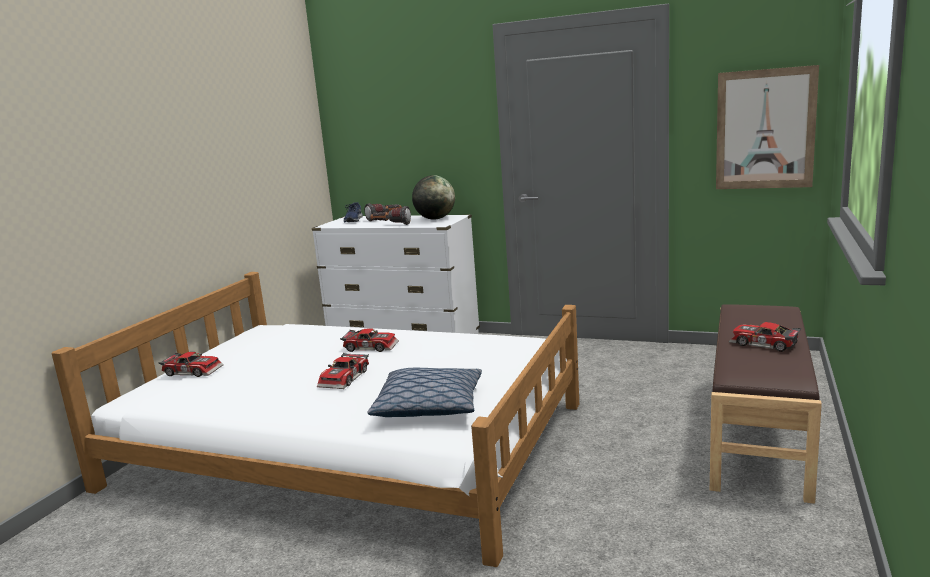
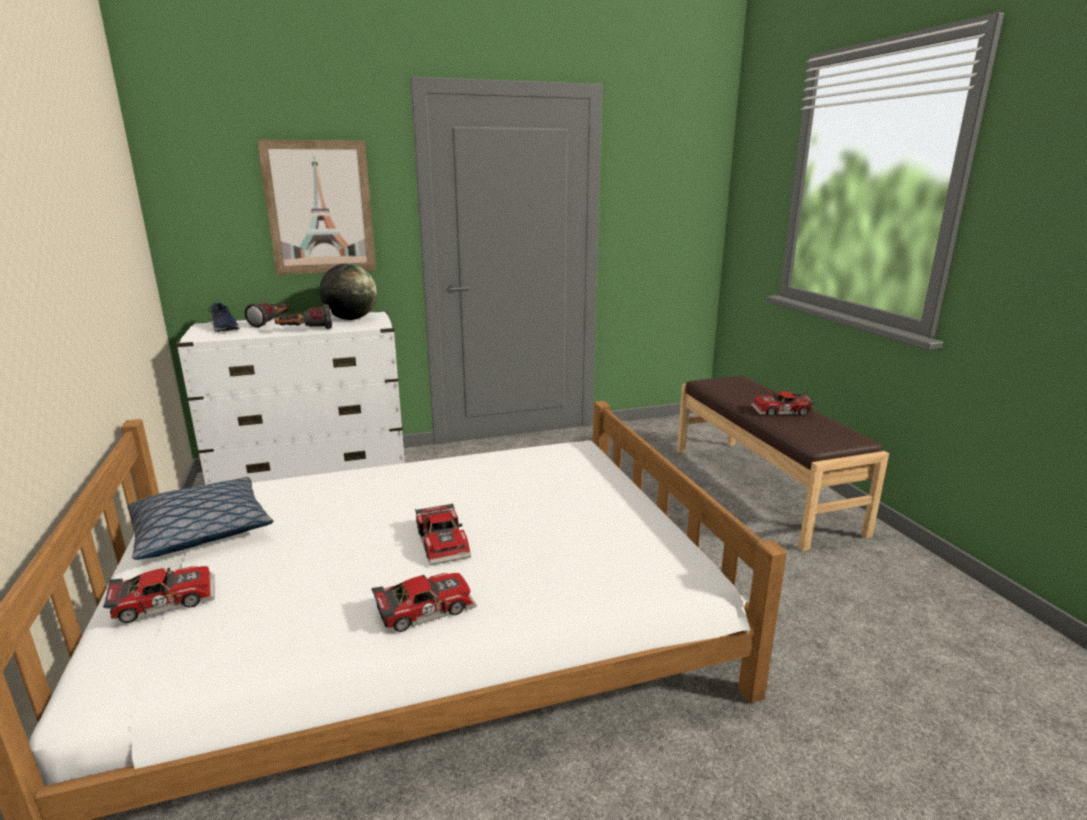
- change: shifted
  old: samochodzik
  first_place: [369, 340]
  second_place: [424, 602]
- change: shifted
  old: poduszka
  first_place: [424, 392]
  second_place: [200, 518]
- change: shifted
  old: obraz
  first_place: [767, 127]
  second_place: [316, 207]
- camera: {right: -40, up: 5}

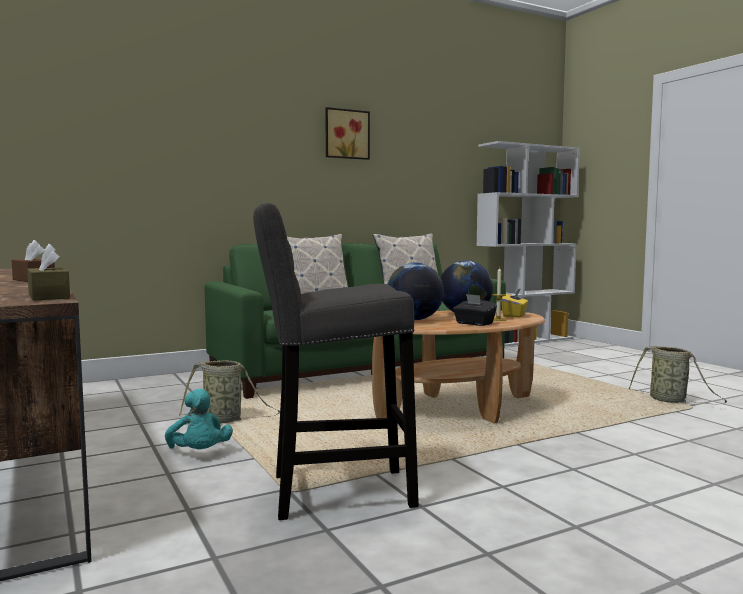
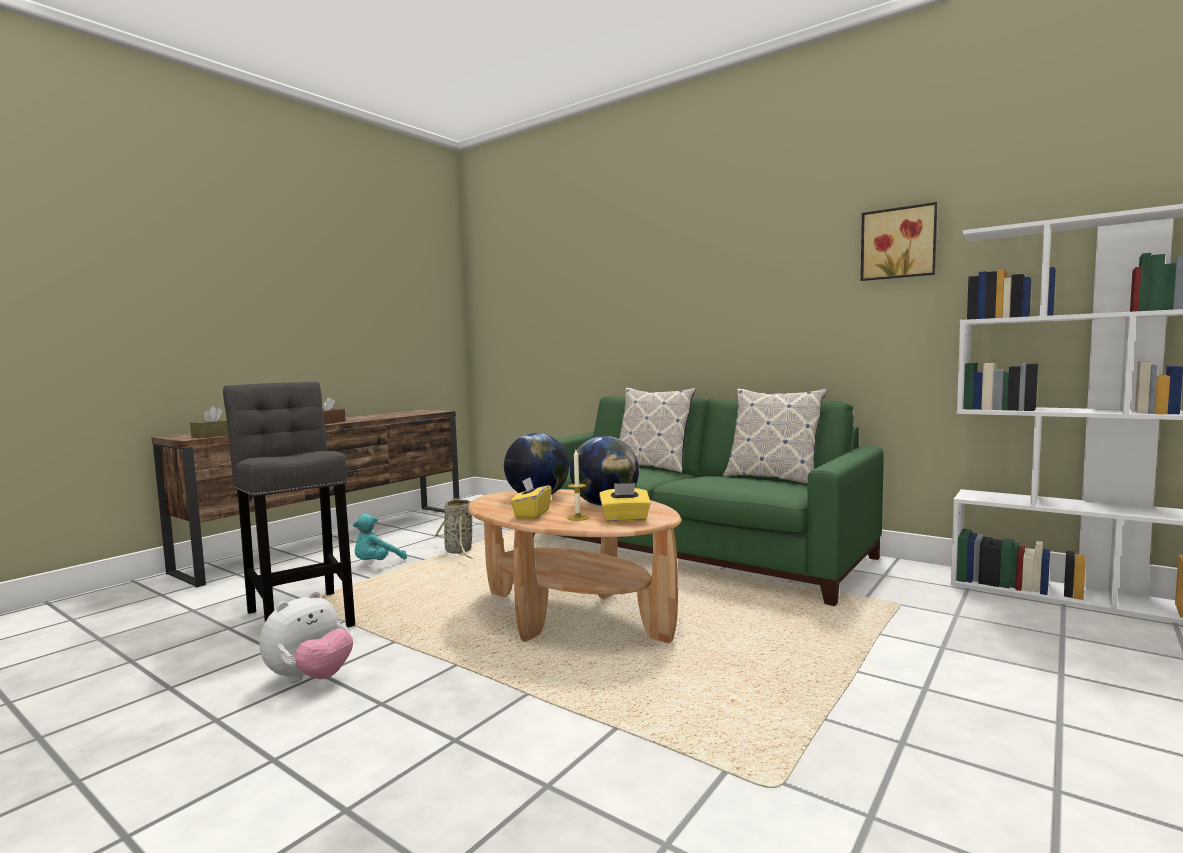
- change: shifted
  old: obraz
  first_place: [347, 133]
  second_place: [899, 241]
- change: repainted
  old: pudełko chusteczek (czarny)
  new: pudełko chusteczek (żółty)
  first_place: [475, 310]
  second_place: [531, 498]
- change: gone
  old: koszyk
  first_place: [678, 375]
- change: new
  new: pluszak
  second_place: [306, 637]
- camera: {right: 65, up: 0}

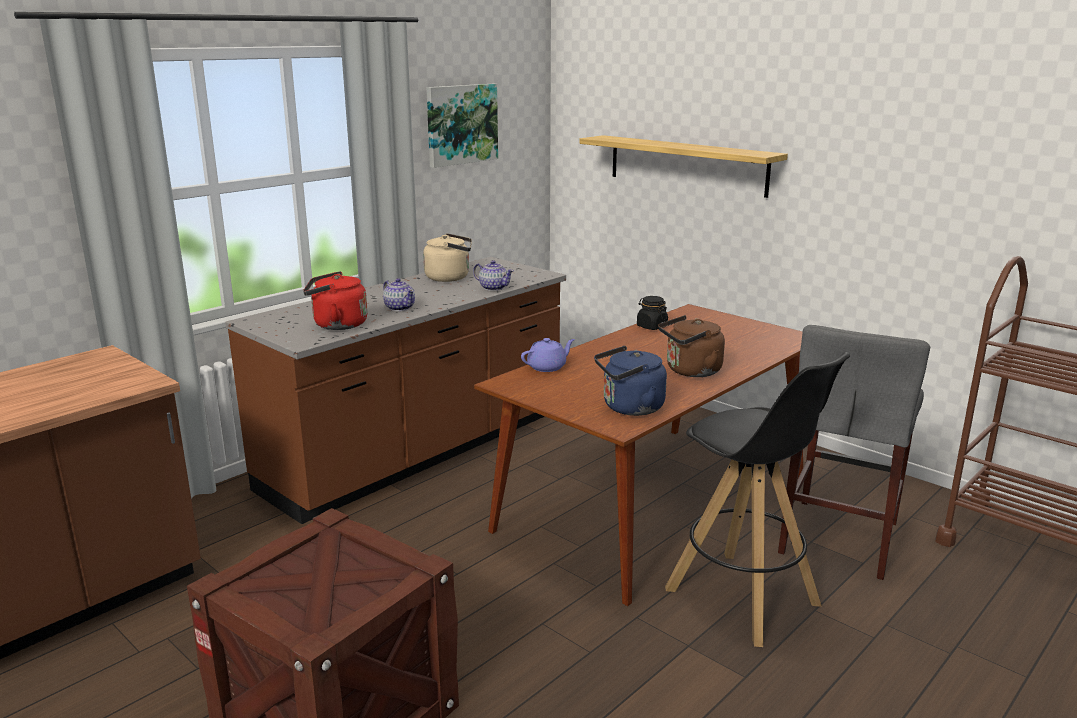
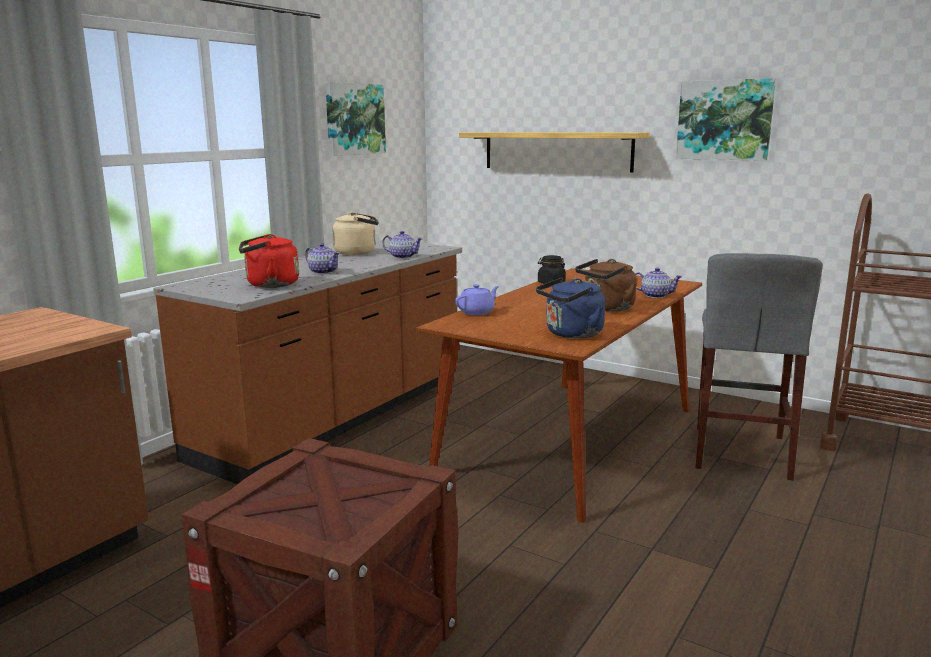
- change: gone
  old: stołek (czarny)
  first_place: [757, 499]
- change: new
  new: imbryk
  second_place: [659, 283]
- change: new
  new: obraz
  second_place: [726, 119]
- camera: {right: -10, up: -5}

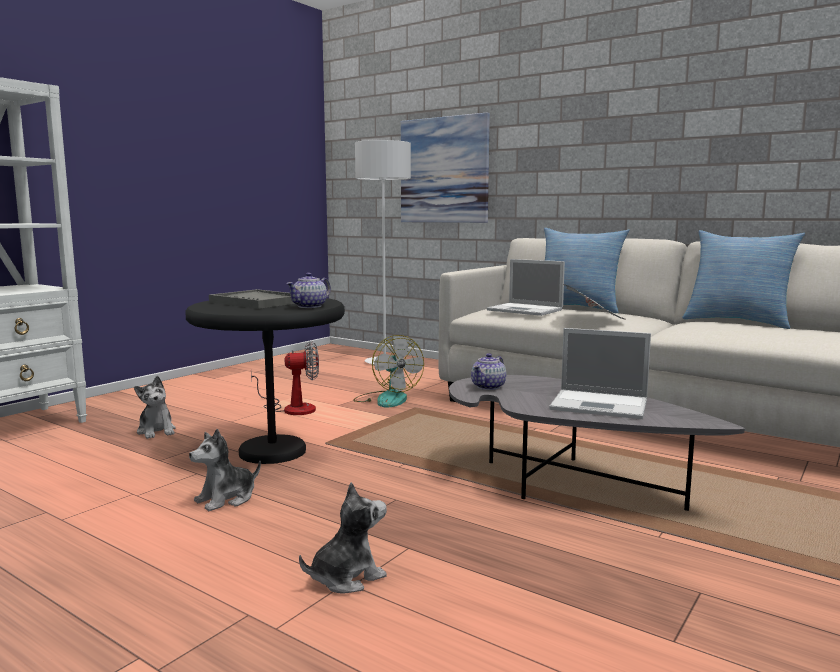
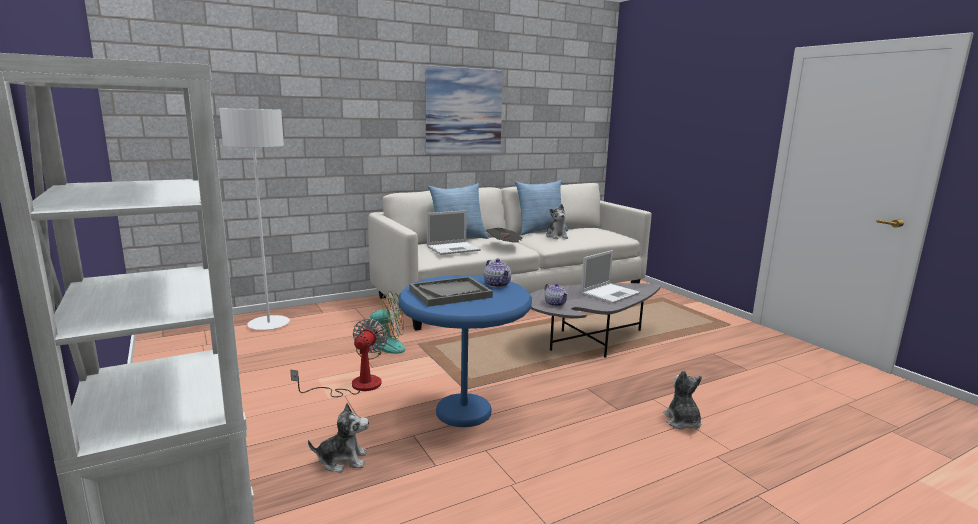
- change: repainted
  old: stolik (czarny)
  new: stolik (niebieski)
  first_place: [265, 381]
  second_place: [465, 351]
- change: shifted
  old: pluszak
  first_place: [225, 470]
  second_place: [557, 221]
- change: shifted
  old: obraz
  first_place: [445, 167]
  second_place: [464, 110]
- camera: {right: -65, up: 5}

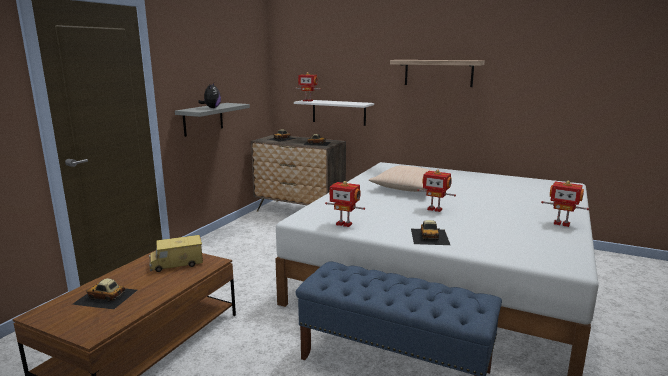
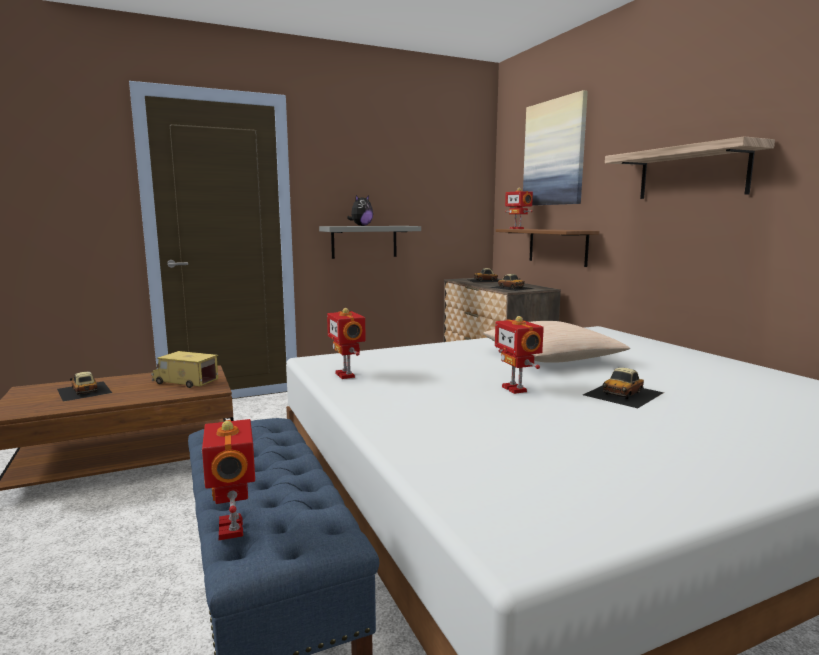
- change: repainted
  old: półka (biały)
  new: półka (brązowy)
  first_place: [334, 113]
  second_place: [547, 248]
- change: shifted
  old: samochodzik
  first_place: [430, 232]
  second_place: [623, 388]
- change: shifted
  old: robot zabawkowy
  first_place: [565, 204]
  second_place: [228, 479]
- change: new
  new: obraz
  second_place: [555, 147]
- camera: {right: 40, up: -5}

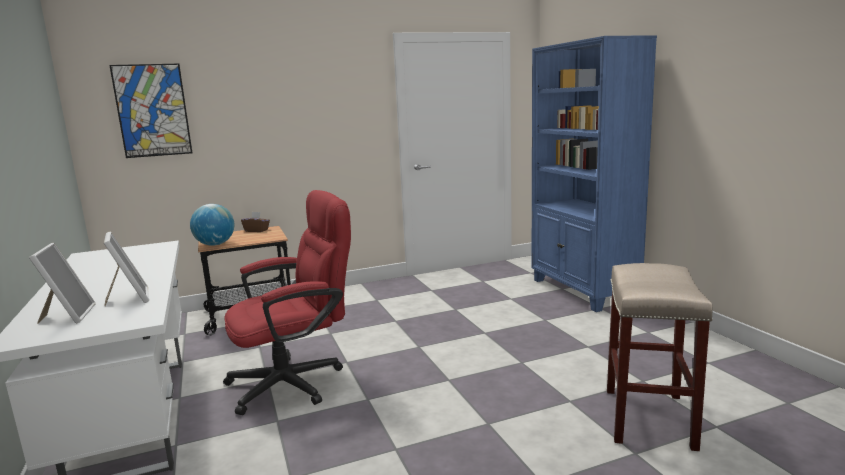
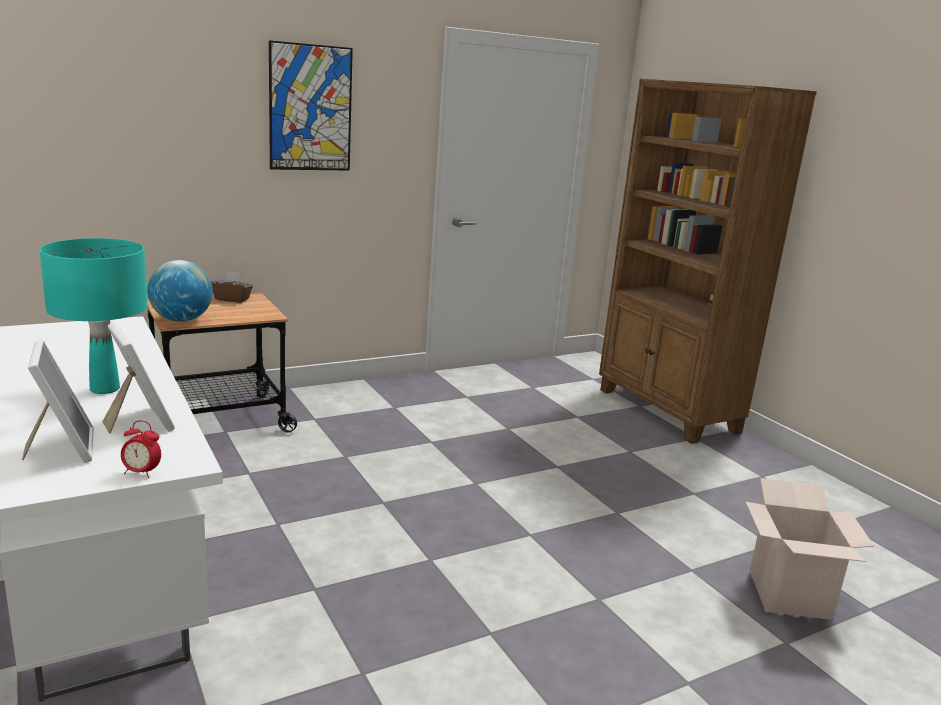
- change: shifted
  old: obraz
  first_place: [150, 111]
  second_place: [311, 105]
- change: gone
  old: krzesło biurowe (czerwony)
  first_place: [287, 302]
- change: repainted
  old: regał (niebieski)
  new: regał (brązowy)
  first_place: [594, 173]
  second_place: [708, 261]
- change: swapped
  old: stołek (beżowy)
  new: karton
  first_place: [660, 357]
  second_place: [809, 549]
- change: new
  new: lampa stołowa (turkusowy)
  second_place: [93, 316]
- change: new
  new: budzik
  second_place: [141, 449]
- camera: {right: -10, up: 5}

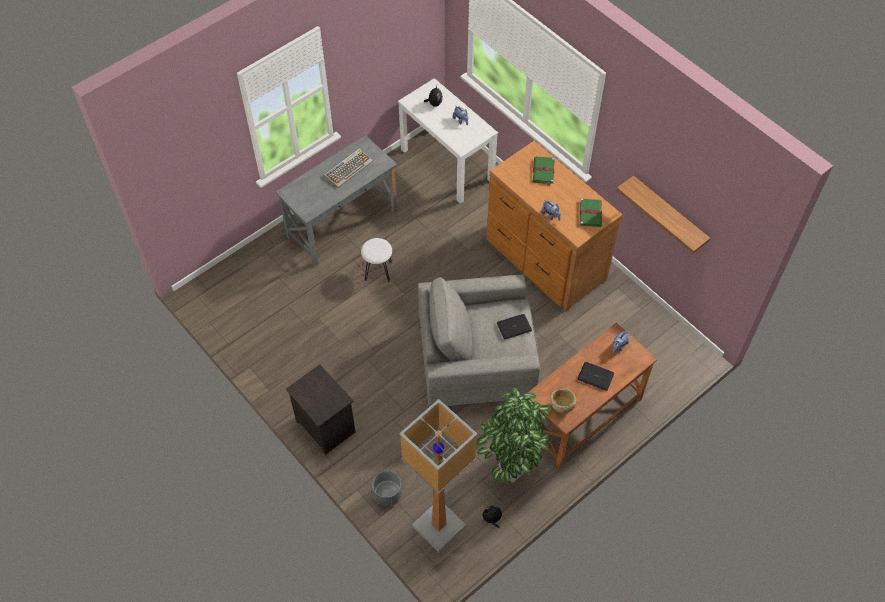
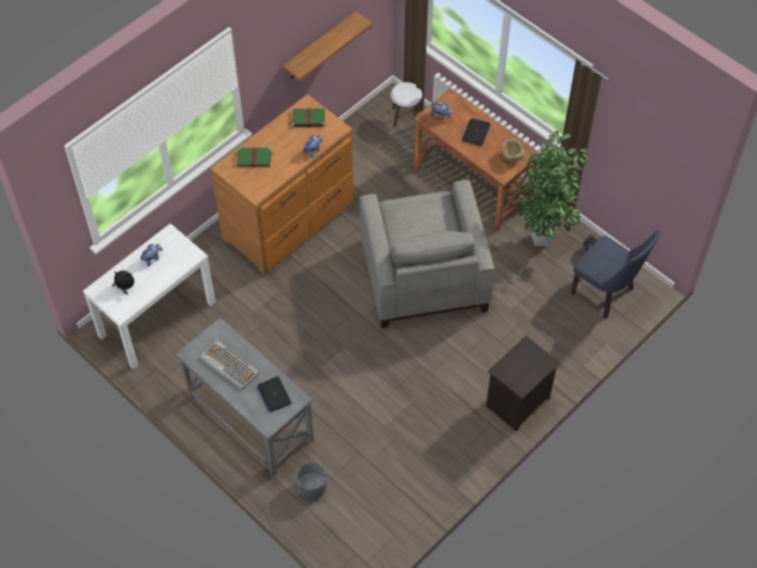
- change: shifted
  old: stołek (biały)
  first_place: [376, 260]
  second_place: [406, 105]
- change: shifted
  old: donica (szary)
  first_place: [387, 488]
  second_place: [311, 480]
- change: swapped
  old: lampa stojąca
  new: krzesło (niebieski)
  first_place: [438, 475]
  second_place: [616, 274]
- change: shifted
  old: laptop
  first_place: [514, 327]
  second_place: [274, 394]
- camera: {right: -95, up: 0}

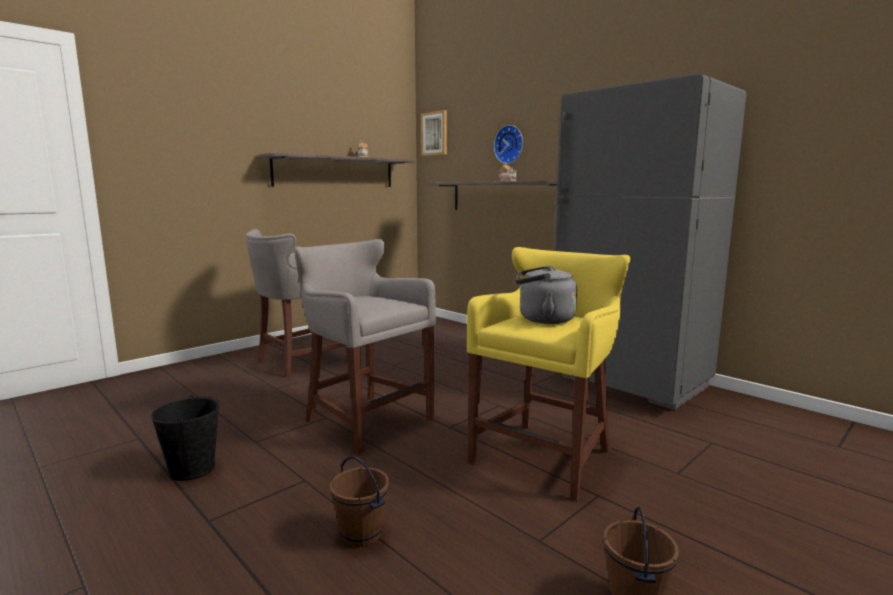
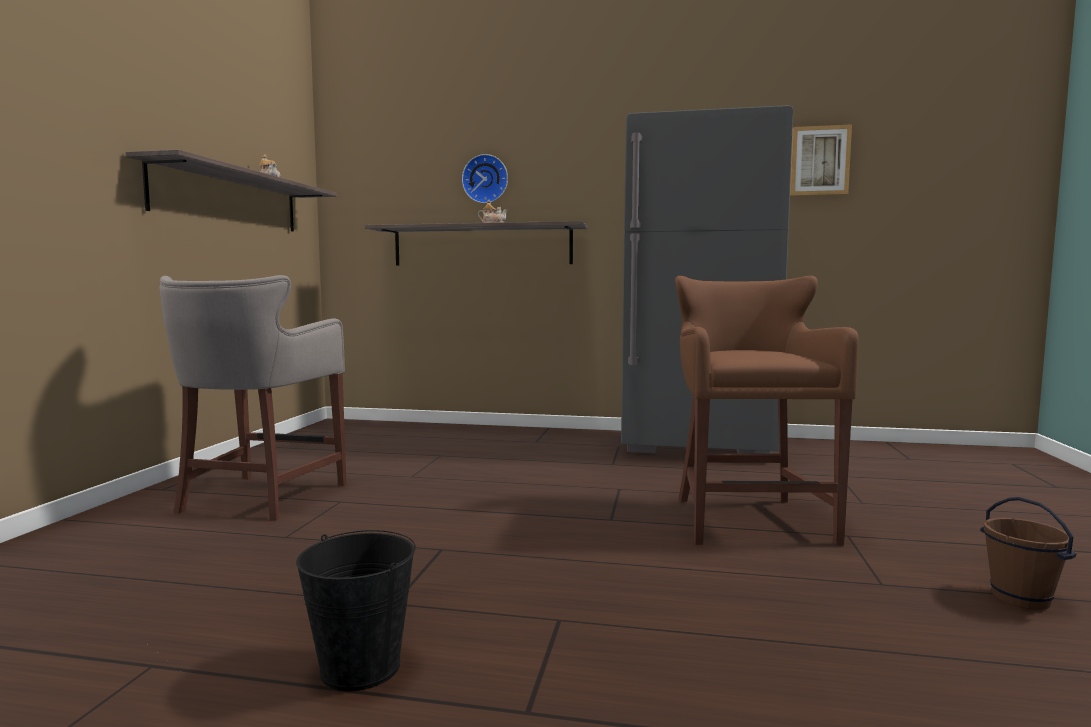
- change: gone
  old: stołek (szary)
  first_place: [365, 346]
- change: gone
  old: wiadro (brązowy)
  first_place: [359, 501]
- change: shifted
  old: obraz
  first_place: [434, 133]
  second_place: [821, 160]
- change: repainted
  old: stołek (żółty)
  new: stołek (brązowy)
  first_place: [549, 374]
  second_place: [767, 411]
- change: gone
  old: czajnik (szary)
  first_place: [546, 295]
- camera: {right: -35, up: -5}

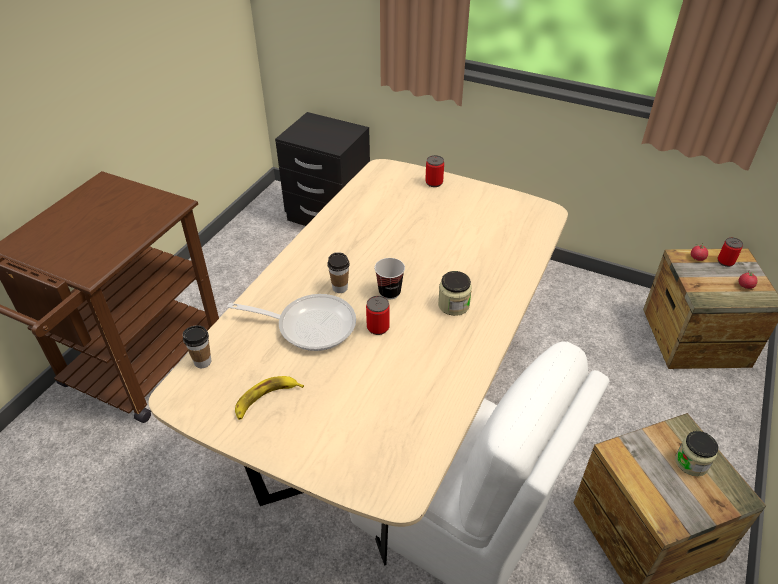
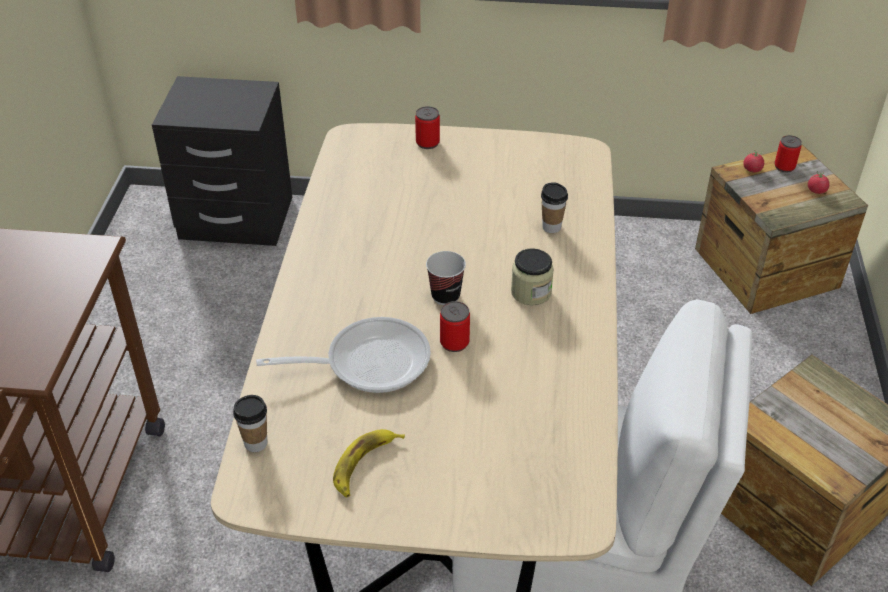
- change: shifted
  old: filiżanka
  first_place: [338, 272]
  second_place: [554, 207]
- change: gone
  old: słoik
  first_place: [697, 453]
- camera: {right: -20, up: 0}

